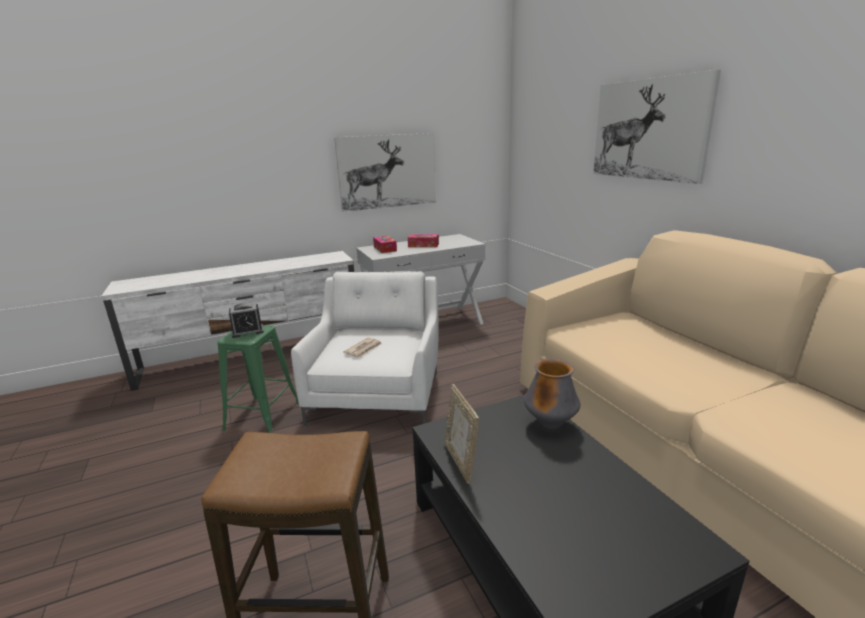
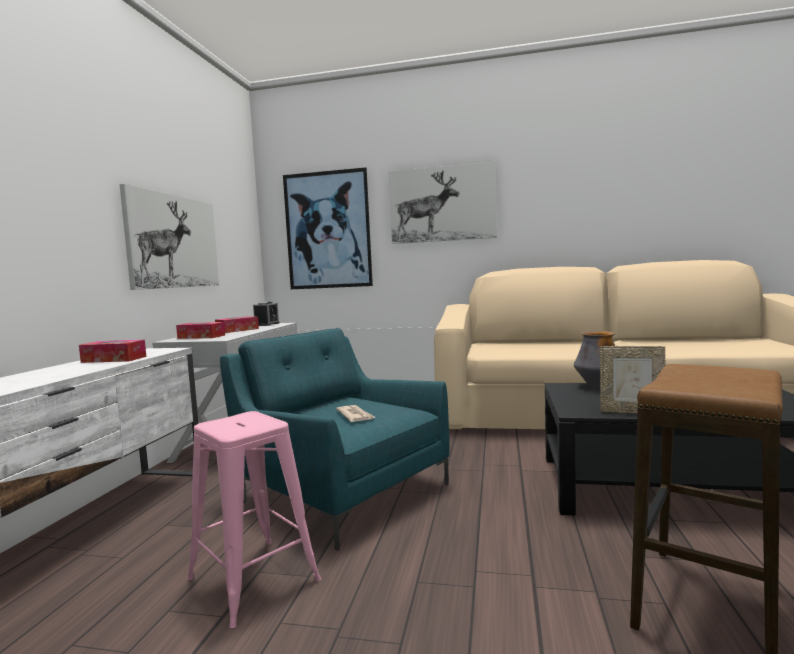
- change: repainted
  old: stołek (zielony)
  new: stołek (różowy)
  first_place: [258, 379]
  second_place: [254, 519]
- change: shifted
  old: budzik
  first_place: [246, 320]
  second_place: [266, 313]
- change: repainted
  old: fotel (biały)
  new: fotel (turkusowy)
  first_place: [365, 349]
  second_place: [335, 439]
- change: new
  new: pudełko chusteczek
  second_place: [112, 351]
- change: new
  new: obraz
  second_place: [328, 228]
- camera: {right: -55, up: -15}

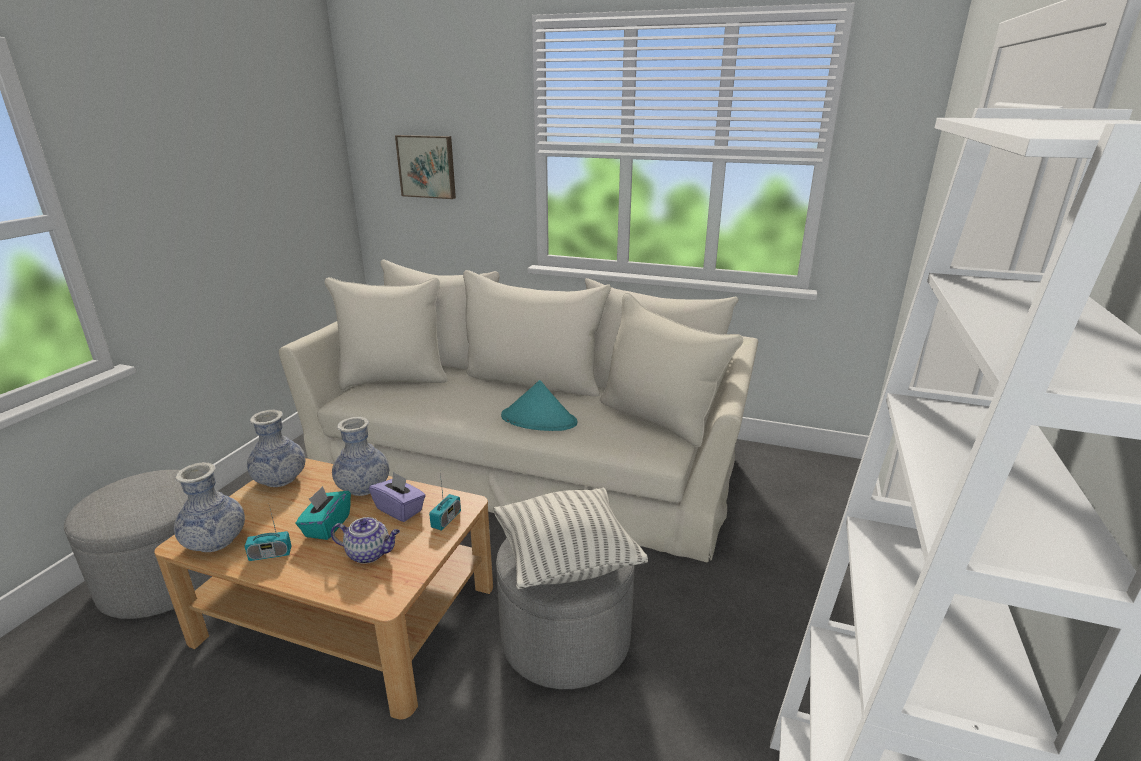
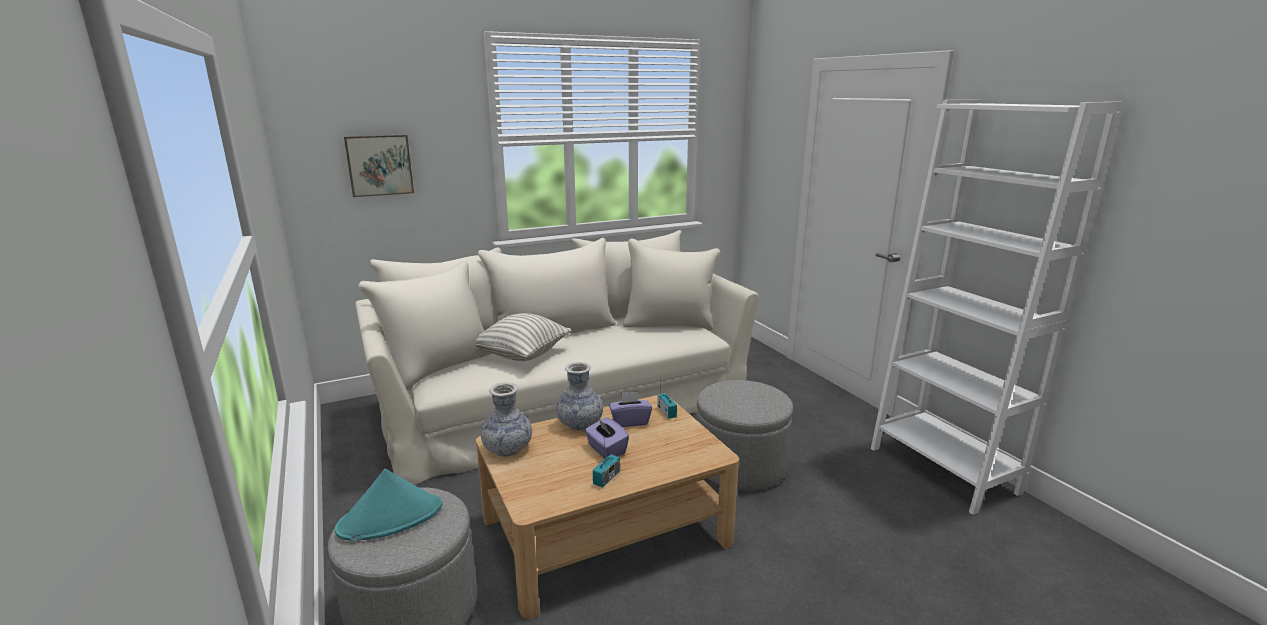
- change: gone
  old: wazon
  first_place: [209, 507]
- change: repainted
  old: pudełko chusteczek (turkusowy)
  new: pudełko chusteczek (fioletowy)
  first_place: [323, 513]
  second_place: [607, 437]
- change: gone
  old: imbryk
  first_place: [365, 540]
- change: shifted
  old: poduszka
  first_place: [571, 538]
  second_place: [523, 337]
- change: shifted
  old: kapelusz (turkusowy)
  first_place: [539, 405]
  second_place: [388, 504]
- camera: {right: -45, up: -5}

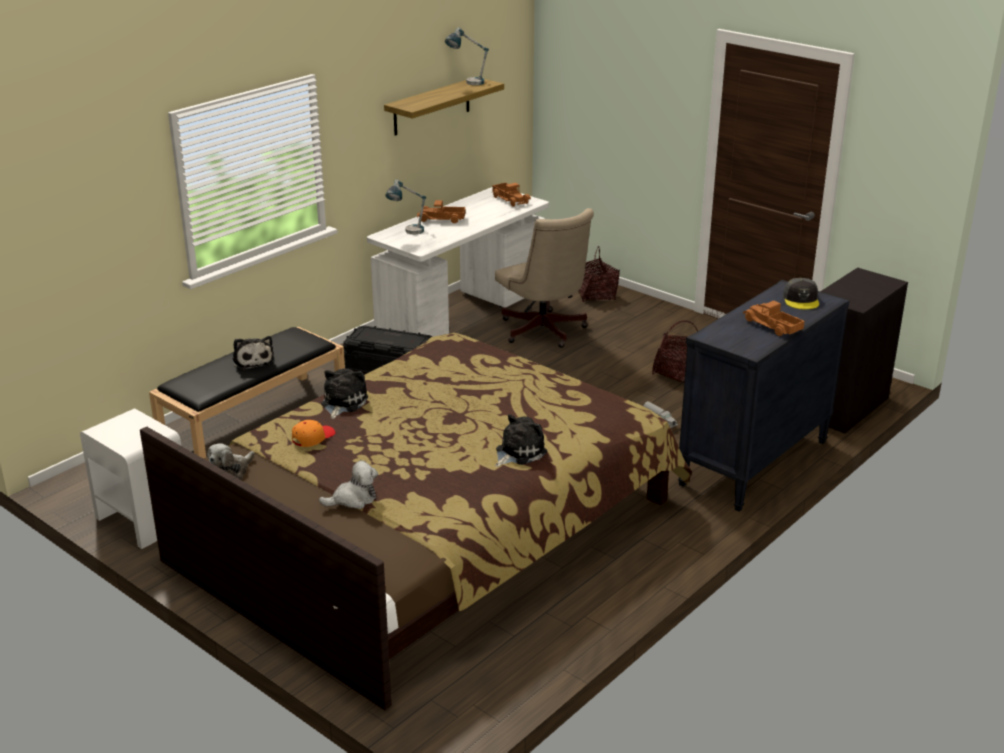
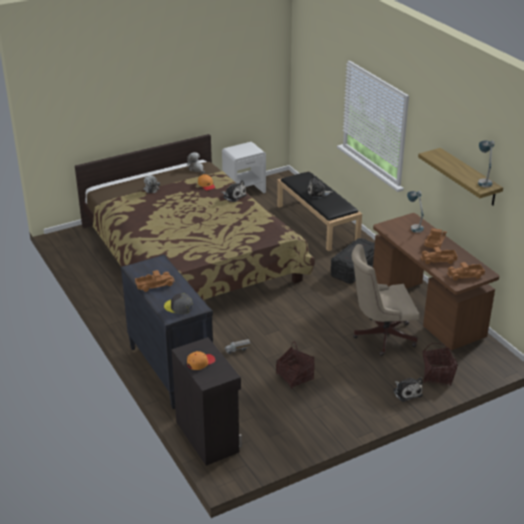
- change: repainted
  old: biurko (biały)
  new: biurko (brązowy)
  first_place: [458, 262]
  second_place: [436, 281]
- change: shifted
  old: pluszak
  first_place: [521, 440]
  second_place: [408, 389]
- change: new
  new: czapka z daszkiem (pomarańczowy)
  second_place: [201, 360]
- change: new
  new: ciężarówka zabawkowa
  second_place: [439, 255]
- camera: {right: 110, up: 5}

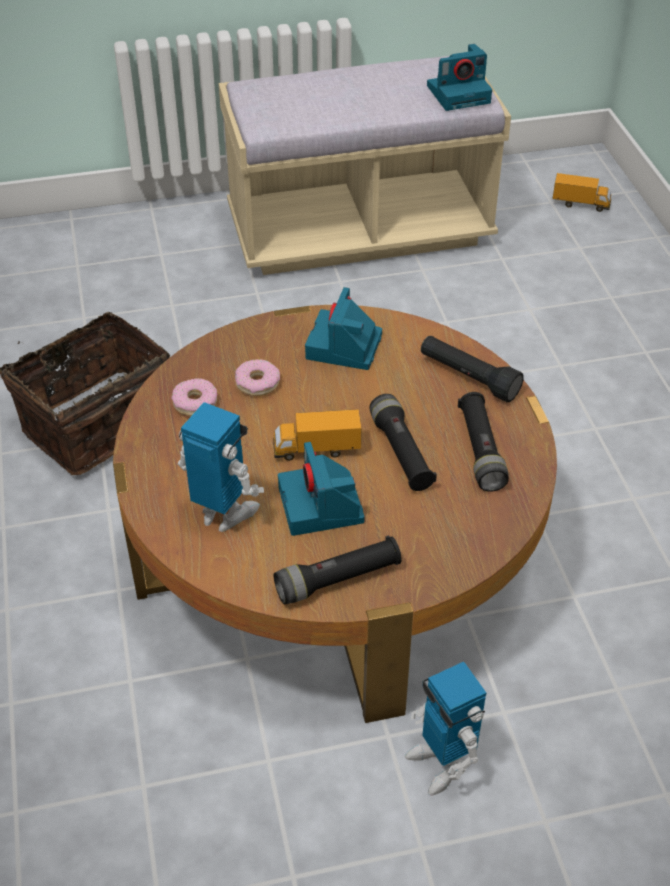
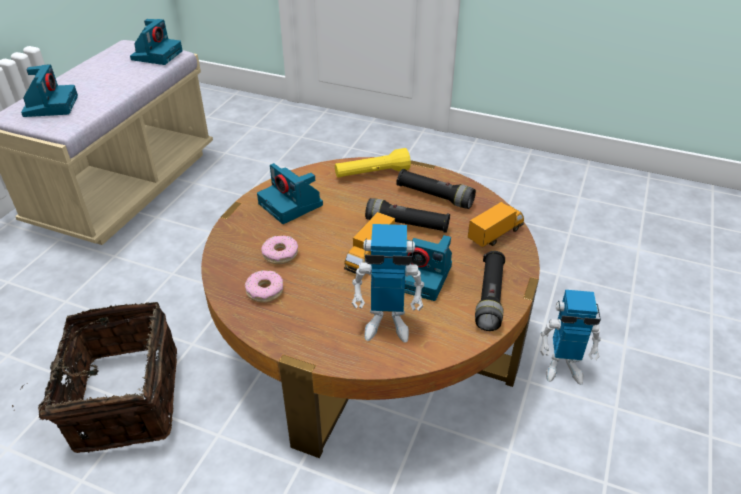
- change: rotated
  old: robot zabawkowy
  first_place: [221, 467]
  second_place: [388, 283]
  degrees: -150
- change: repainted
  old: latarka (czarny)
  new: latarka (żółty)
  first_place: [472, 369]
  second_place: [373, 162]
- change: shifted
  old: ciężarówka zabawkowa
  first_place: [581, 192]
  second_place: [496, 224]
- change: new
  new: aparat fotograficzny
  second_place: [49, 91]
- camera: {right: -55, up: -5}

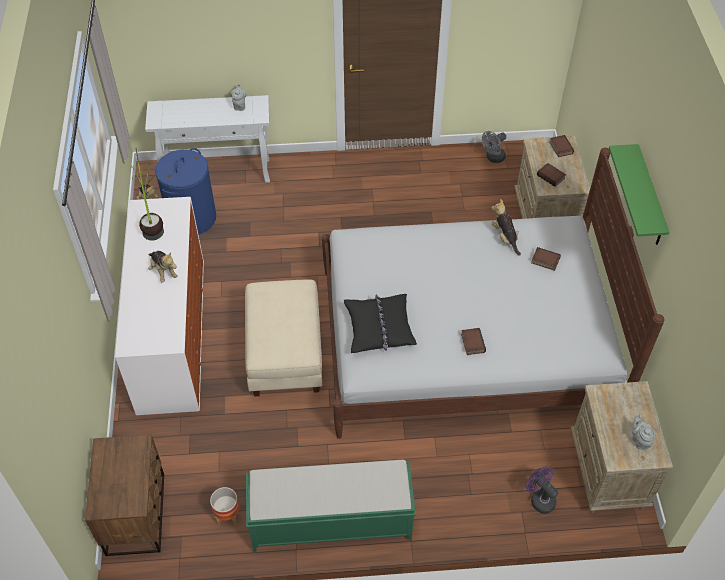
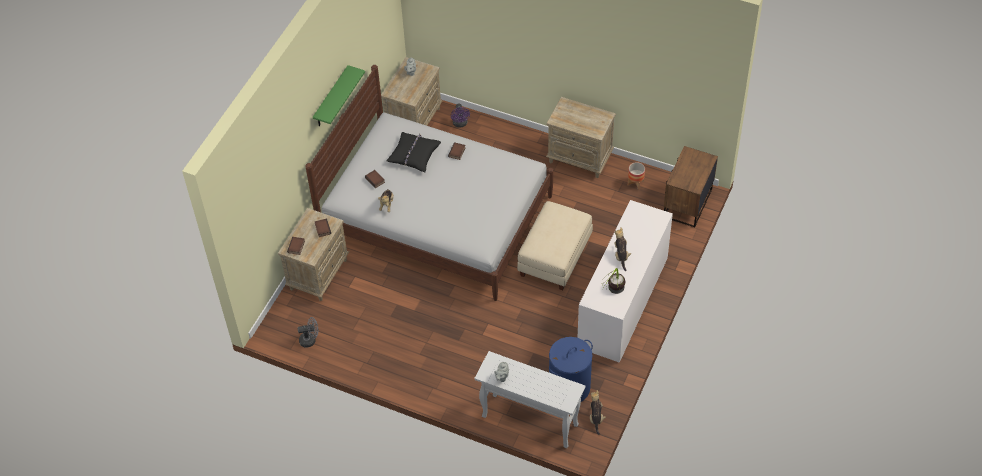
- change: swapped
  old: ławka (zielony)
  new: szafka nocna (beżowy)
  first_place: [331, 506]
  second_place: [581, 137]
- change: shifted
  old: poduszka (czarny)
  first_place: [380, 323]
  second_place: [413, 152]
- camera: {right: -150, up: 0}

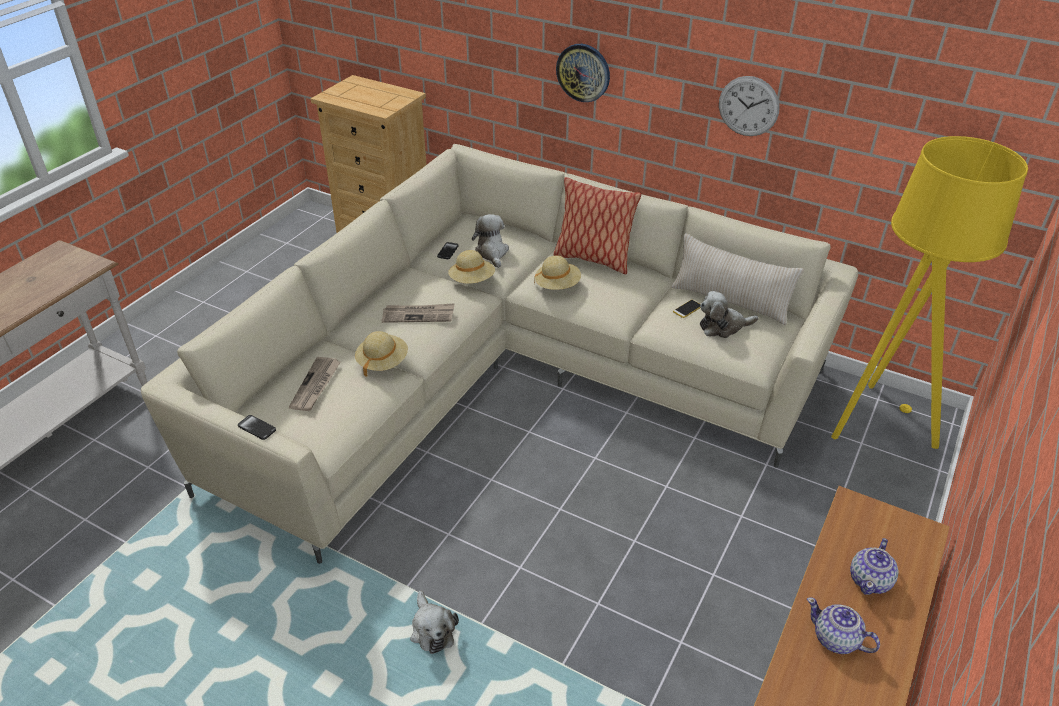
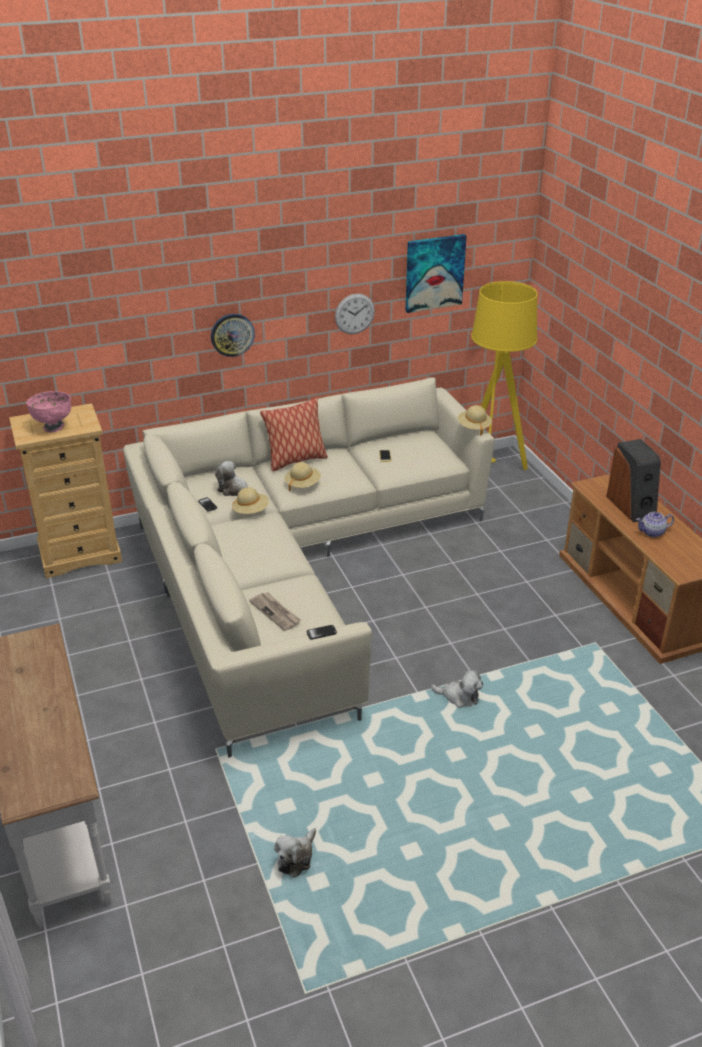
- change: shifted
  old: kapelusz (beżowy)
  first_place: [381, 354]
  second_place: [474, 420]
- change: gone
  old: gazeta
  first_place: [418, 313]
- change: gone
  old: poduszka (beżowy)
  first_place: [737, 279]
- change: shifted
  old: pluszak
  first_place: [729, 314]
  second_place: [295, 852]
- change: swapped
  old: imbryk
  new: głośnik
  first_place: [874, 566]
  second_place: [633, 480]
- change: new
  new: miska (różowy)
  second_place: [48, 412]
- change: new
  new: obraz
  second_place: [436, 273]
- camera: {right: -50, up: -5}

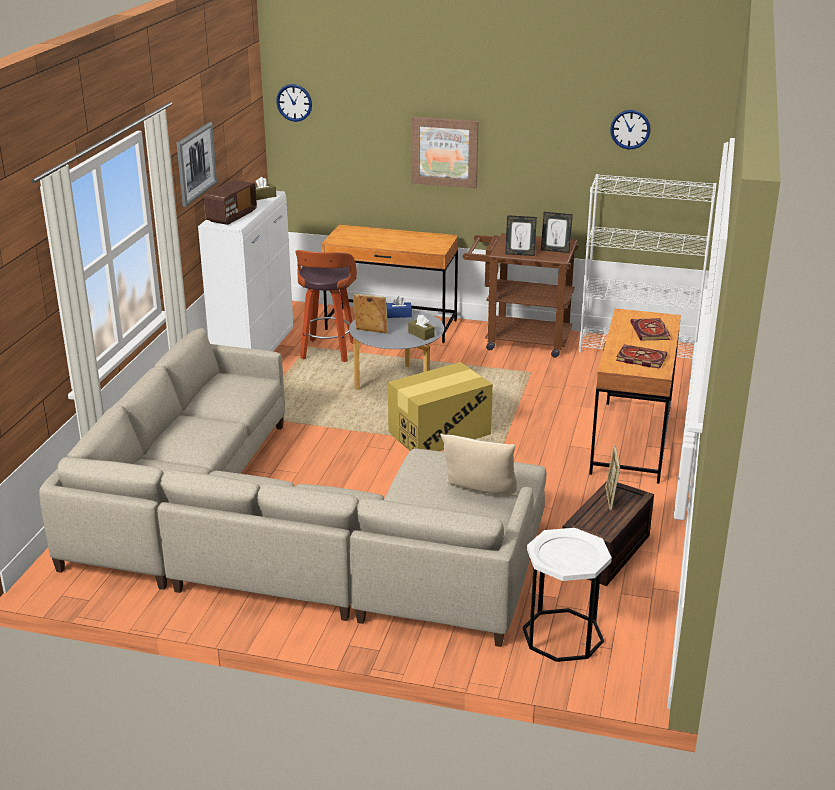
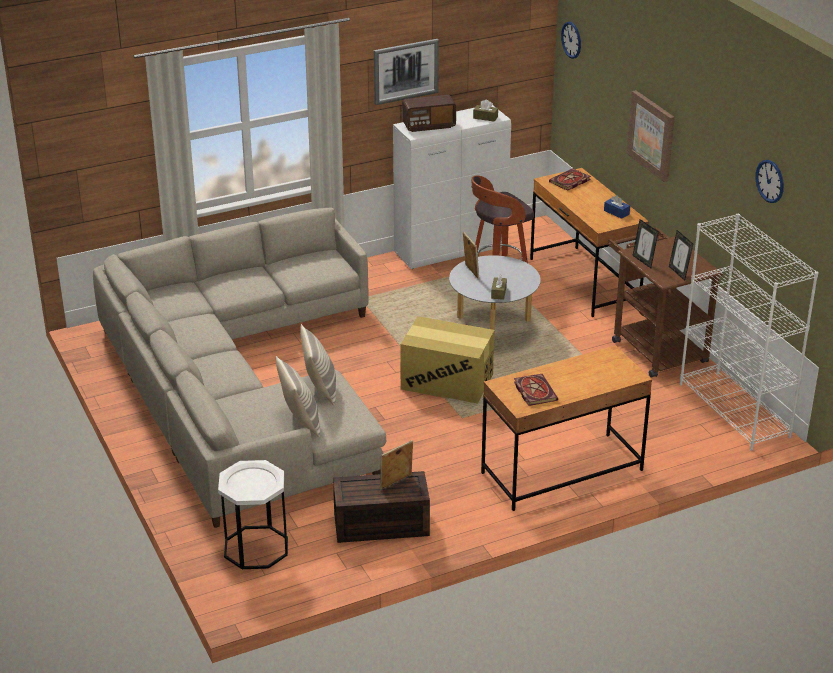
- change: shifted
  old: pudełko chusteczek (niebieski)
  first_place: [399, 307]
  second_place: [617, 207]
- change: shifted
  old: książka
  first_place: [650, 329]
  second_place: [570, 179]
- change: new
  new: poduszka
  second_place: [318, 365]
- camera: {right: 50, up: 5}

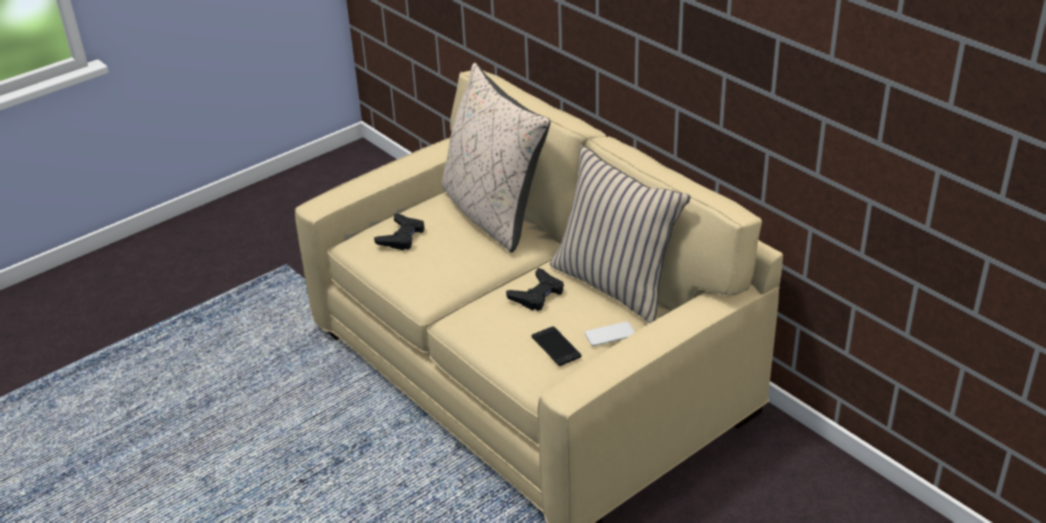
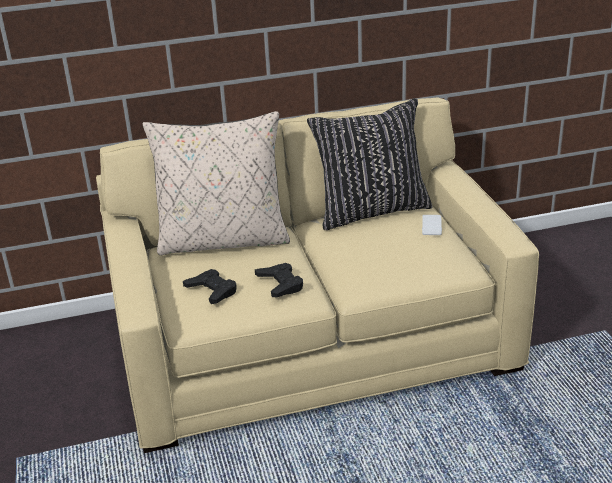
- change: shifted
  old: pad do gier (czarny)
  first_place: [535, 289]
  second_place: [279, 280]
- change: gone
  old: telefon
  first_place: [557, 346]
- change: repainted
  old: poduszka (beżowy)
  new: poduszka (czarny)
  first_place: [620, 234]
  second_place: [370, 164]
- camera: {right: -65, up: -5}

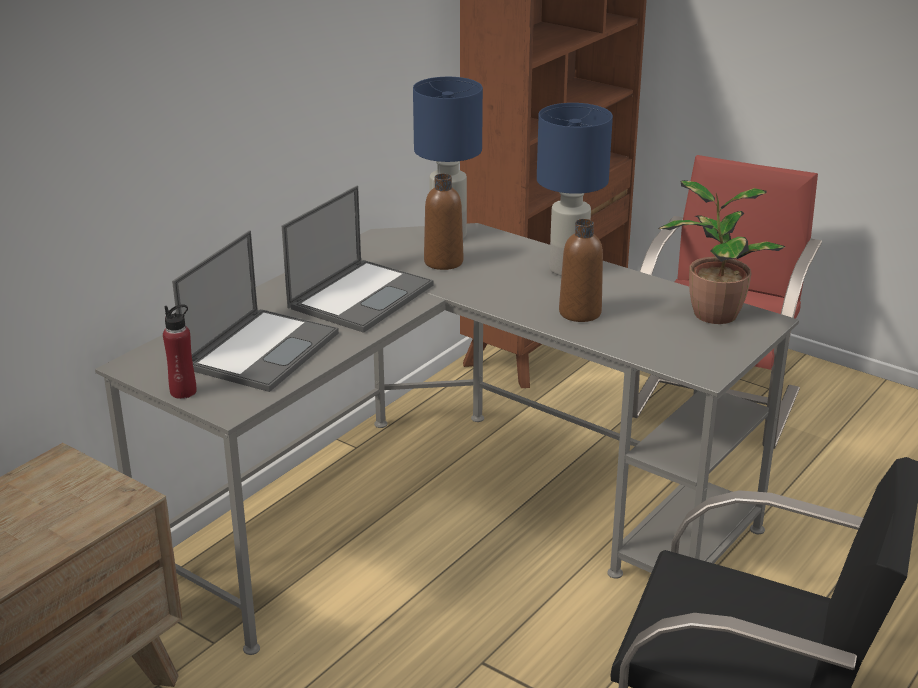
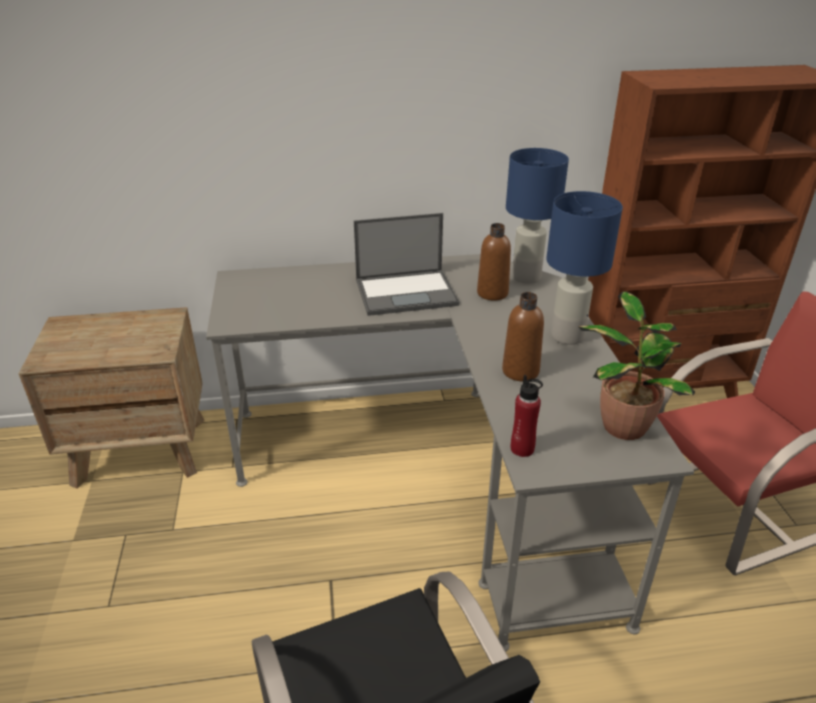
- change: shifted
  old: butelka (czerwony)
  first_place: [179, 351]
  second_place: [527, 416]
- change: gone
  old: laptop
  first_place: [255, 311]
- camera: {right: 45, up: 5}

